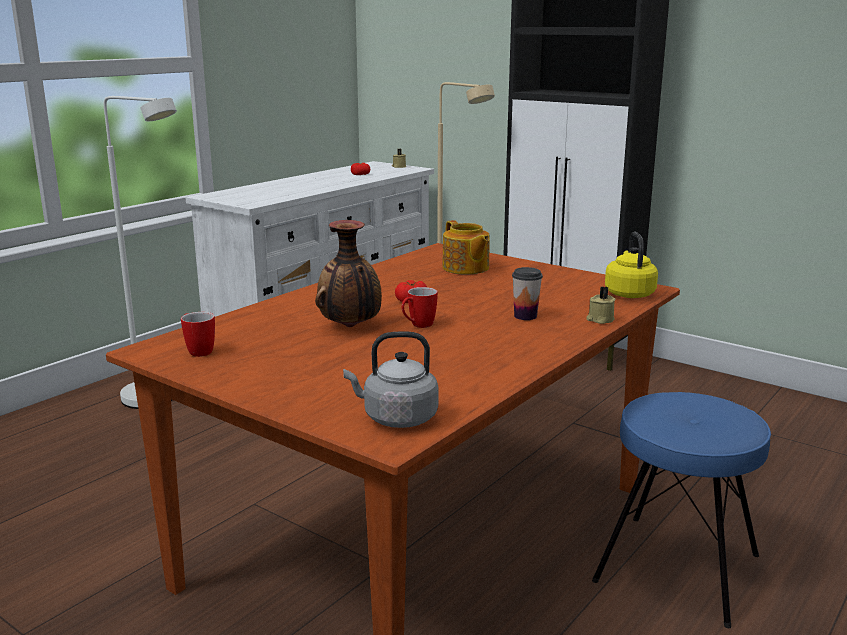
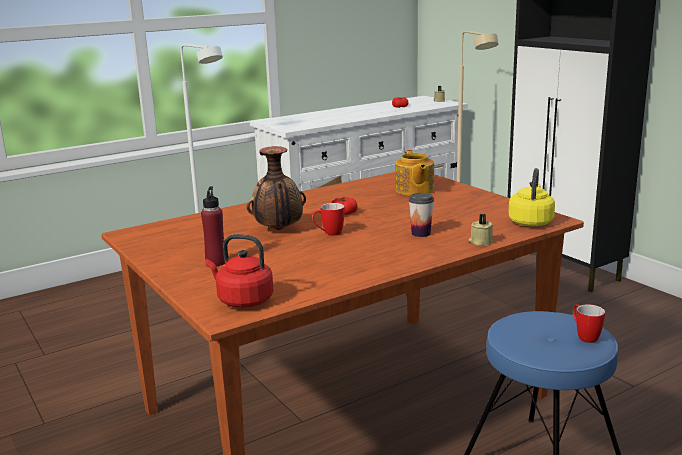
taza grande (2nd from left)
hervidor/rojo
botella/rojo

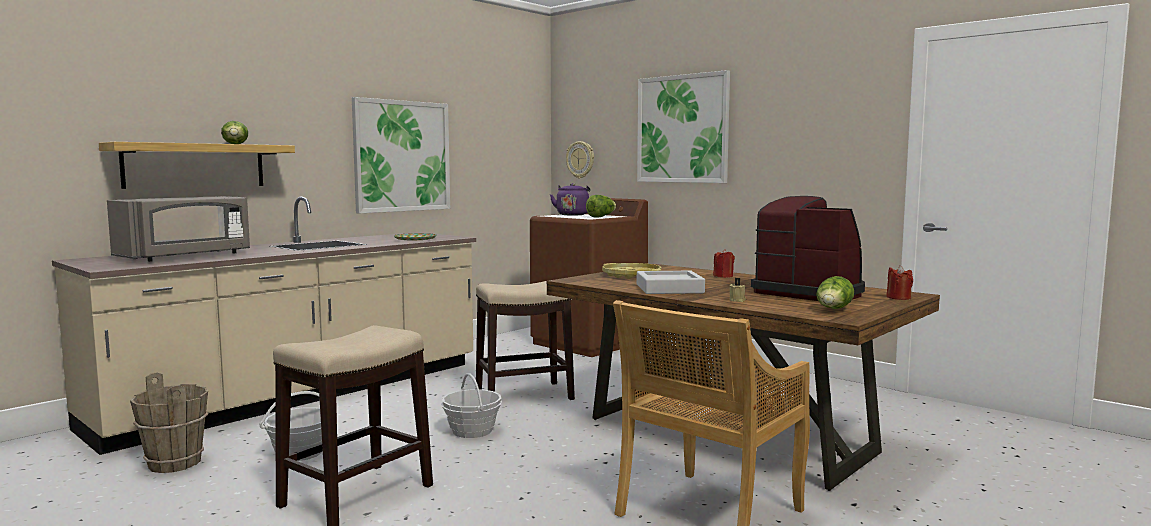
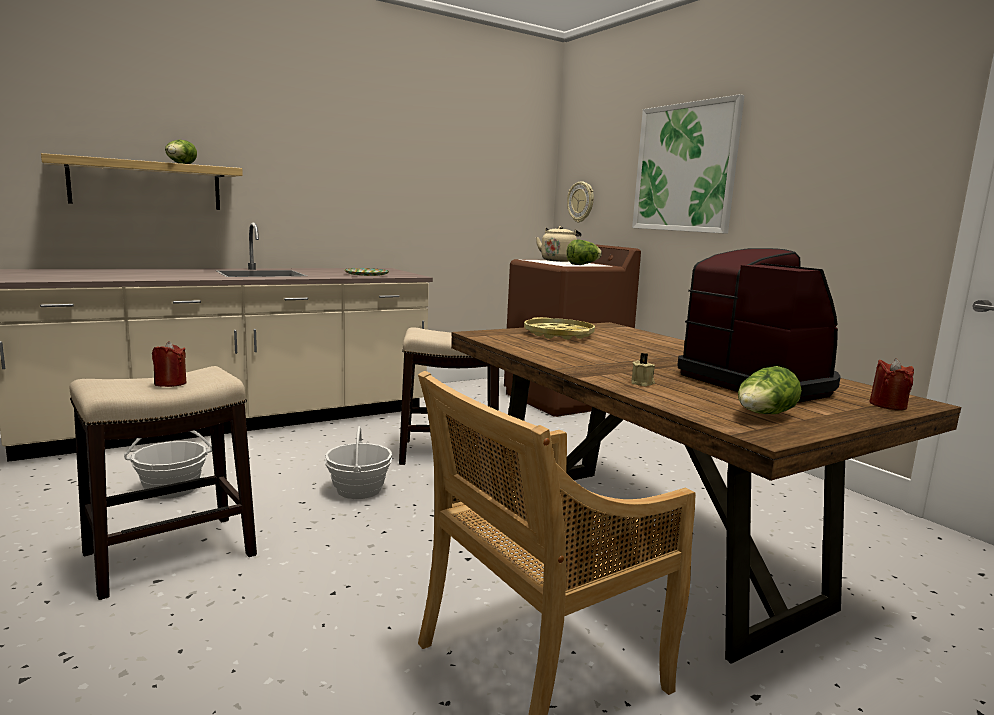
microondas/gris
cubo/marrón
cuadro (1st from left in the first image)
hervidor/beis
bandeja/gris
vela/rojo (1st from left)

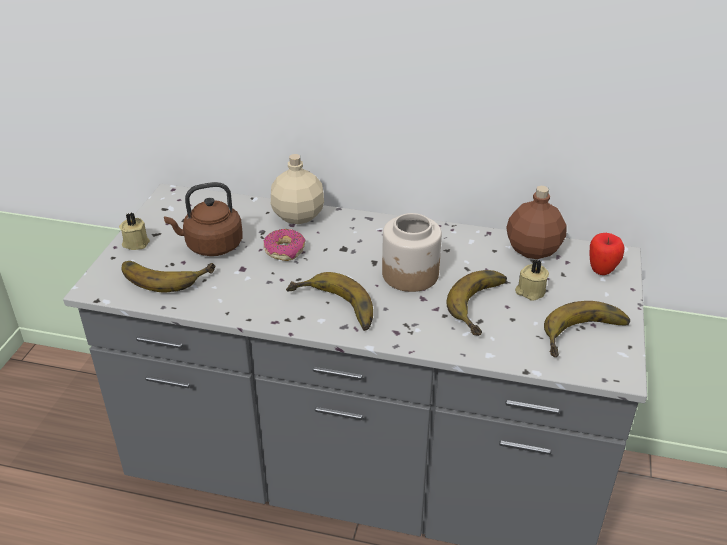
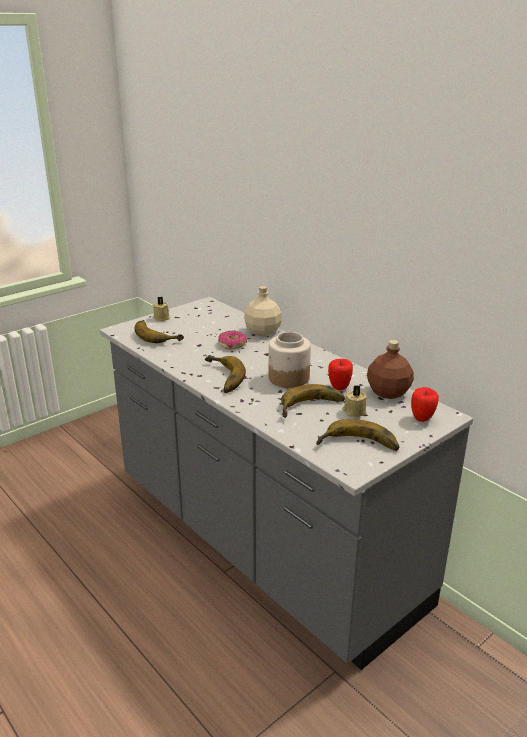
hervidor/marrón
manzana (1st from left)

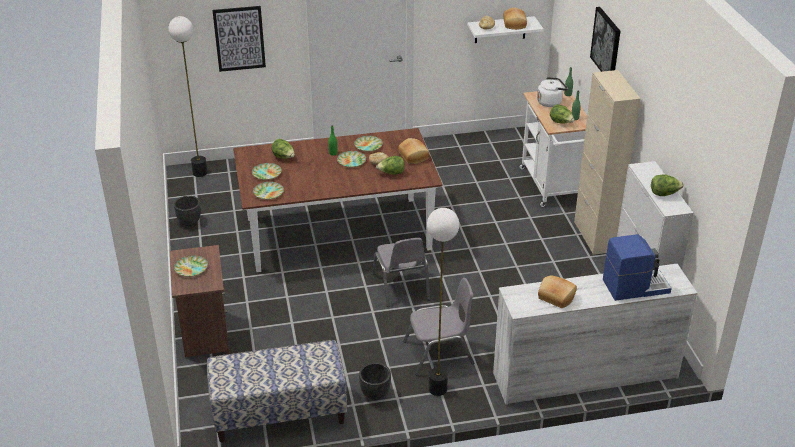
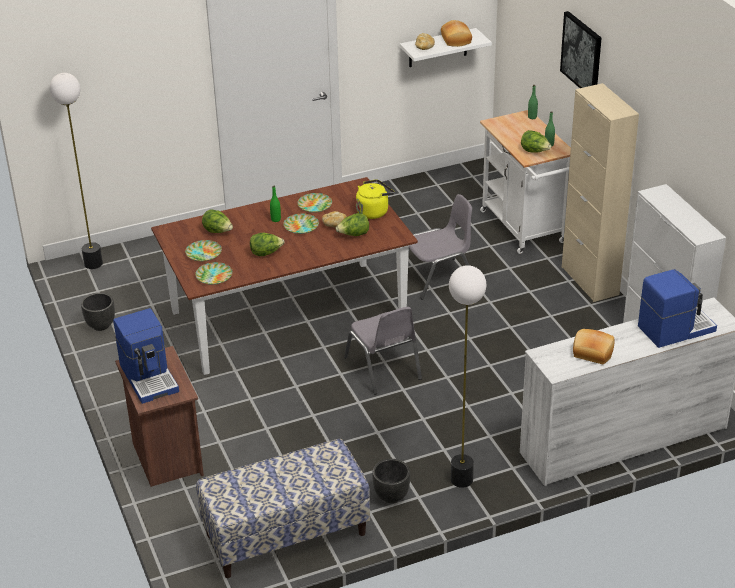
cafetera (1st from left)
cuadro (1st from left in the first image)
hervidor/amarillo
silla/gris (2nd from left)
hervidor/blanco
lechuga (2nd from left)

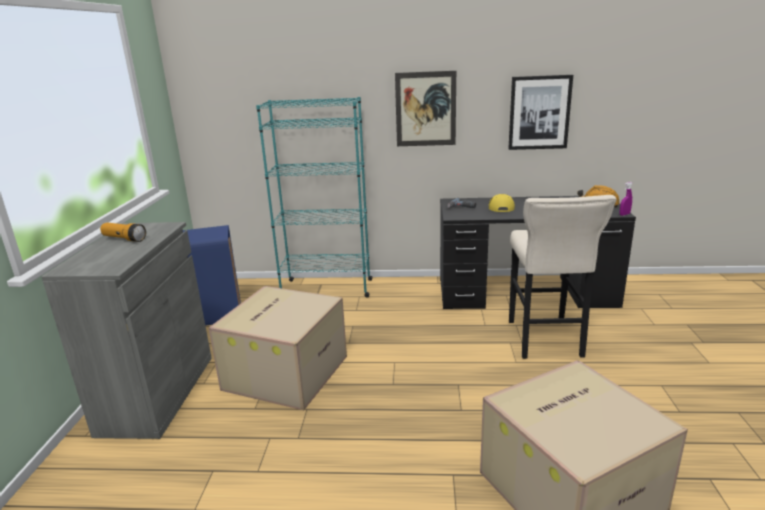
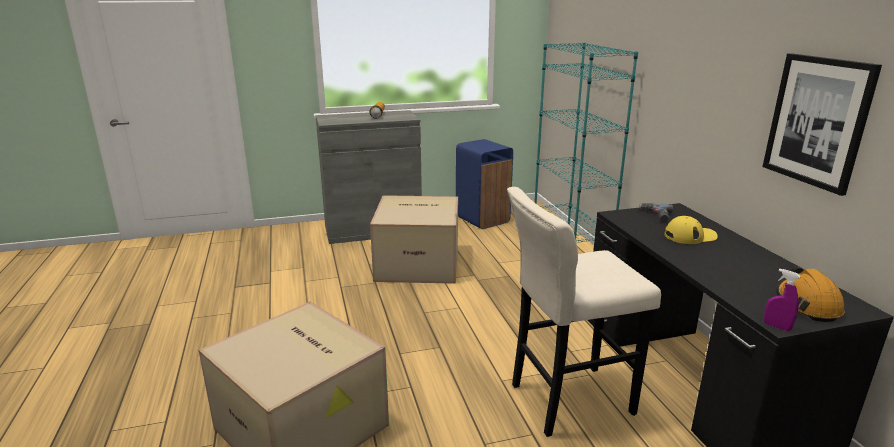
cuadro (1st from left in the first image)

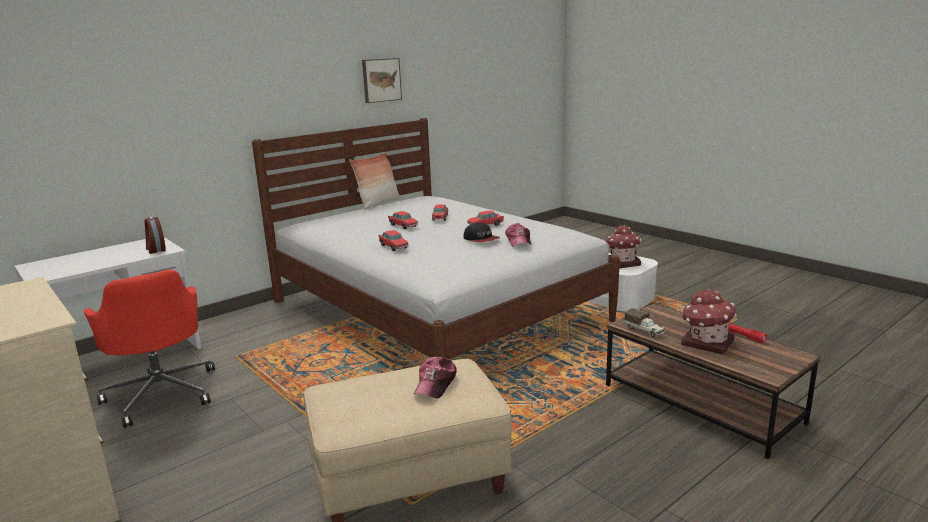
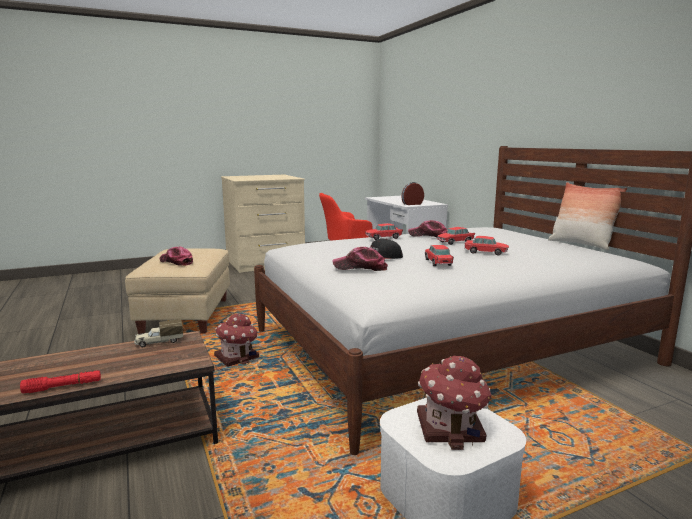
cuadro
casita (1st from left)
gorra (4th from left)

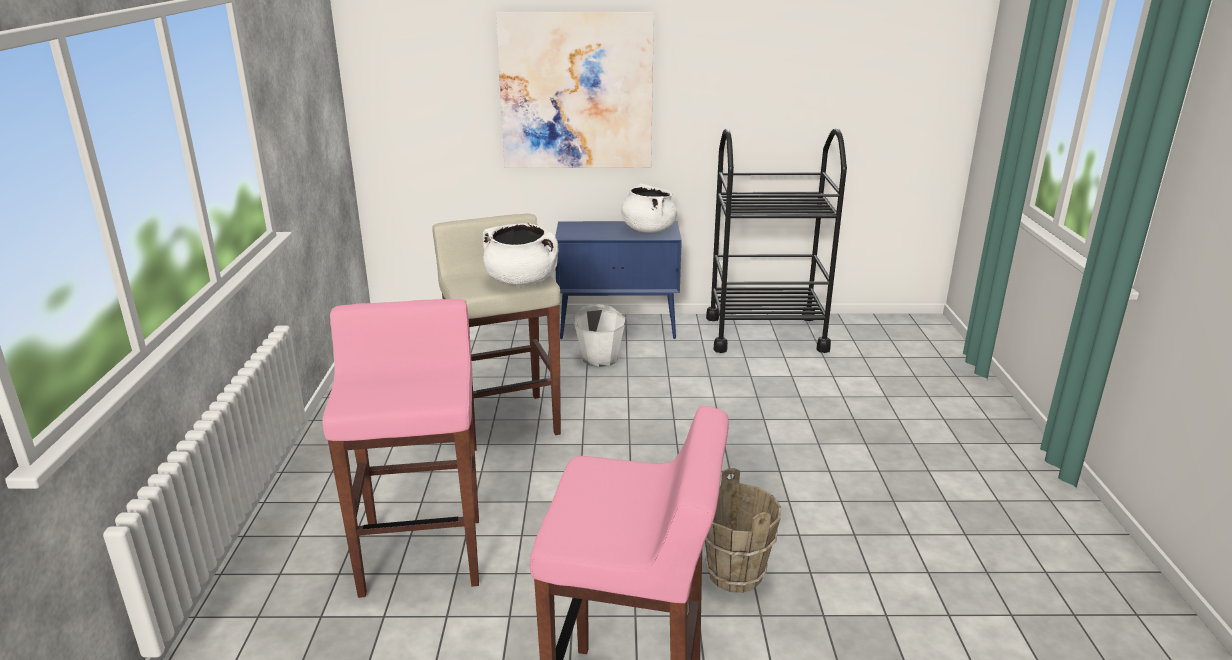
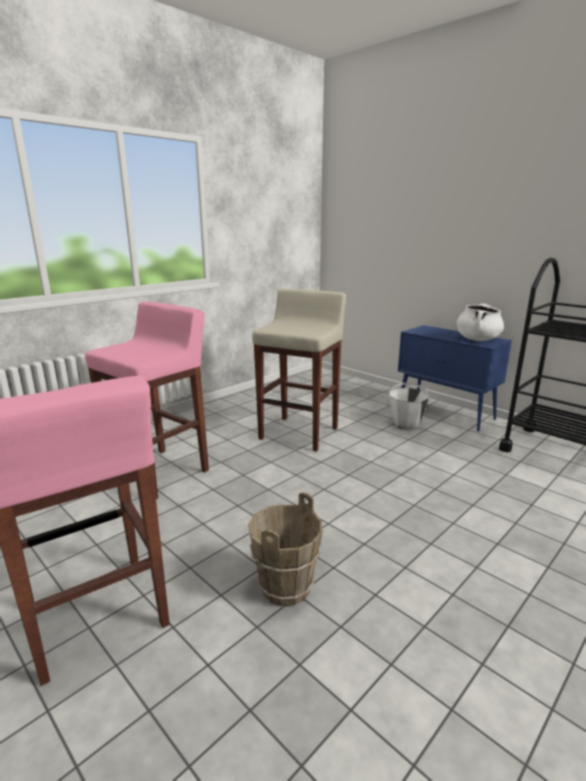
olla/blanco (1st from left in the first image)
cuadro

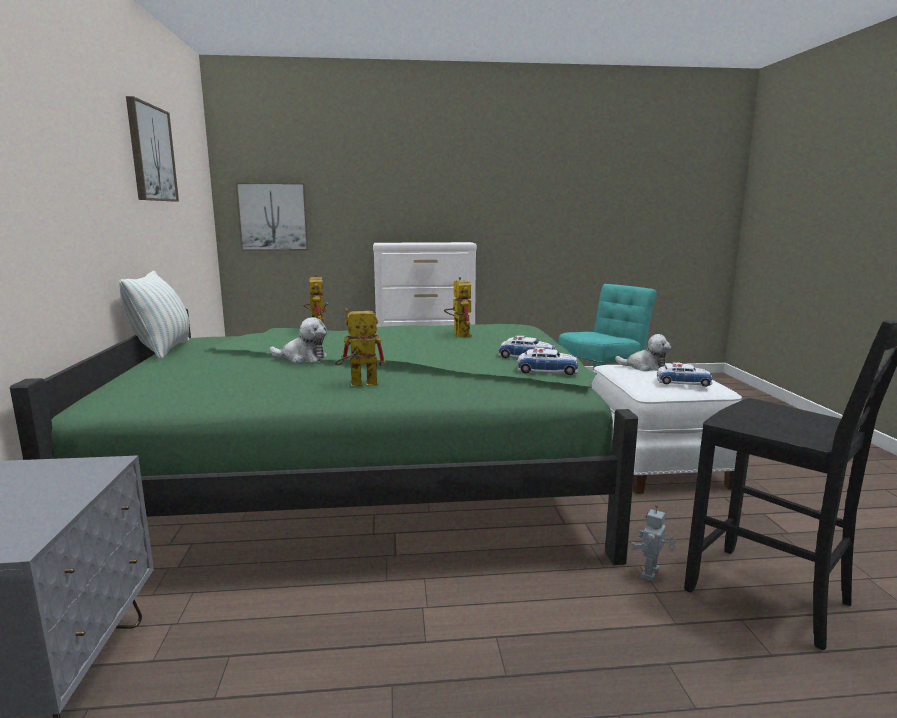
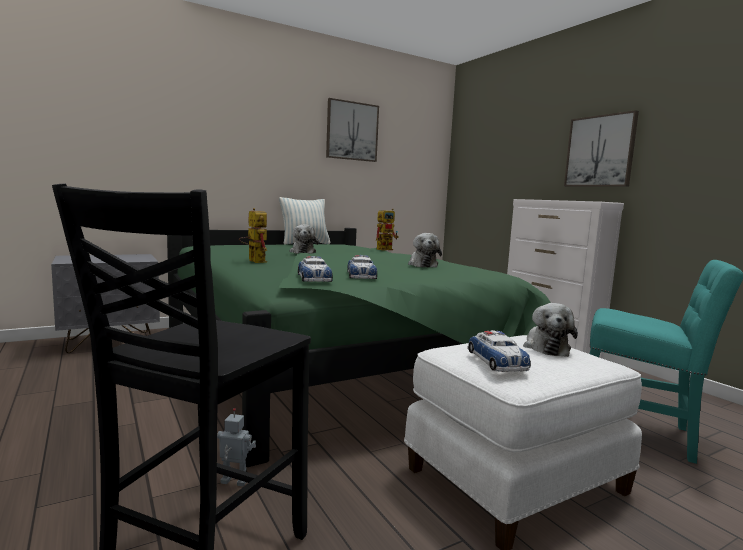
cuadro (2nd from left)
peluche (2nd from left)

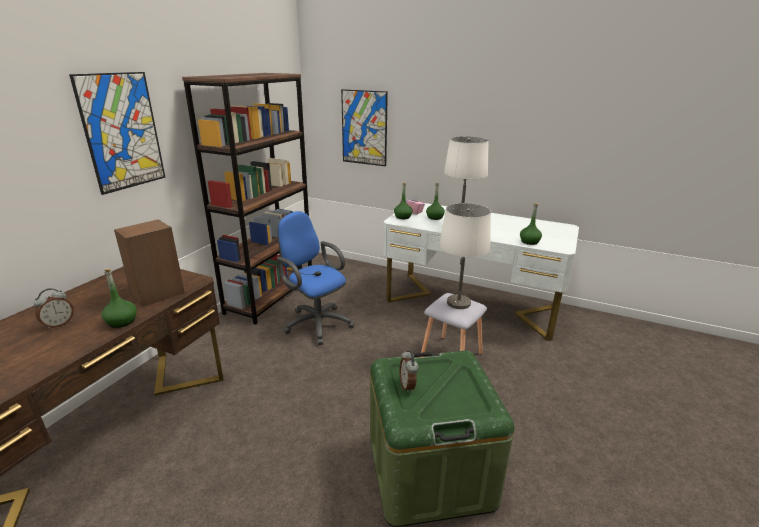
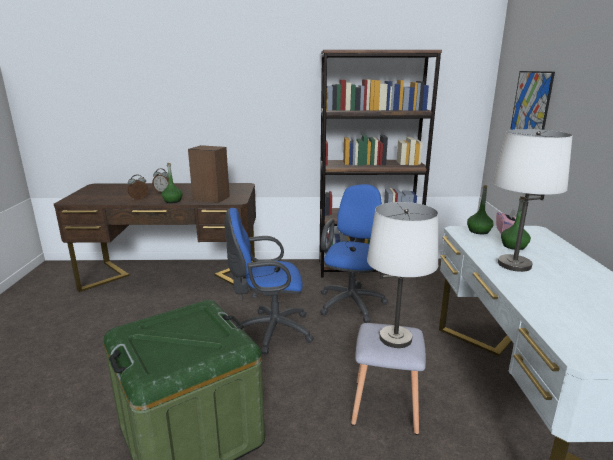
cuadro (1st from left in the first image)
despertador (1st from left)
botella/verde (4th from left in the first image)
silla de oficina/azul (1st from left)

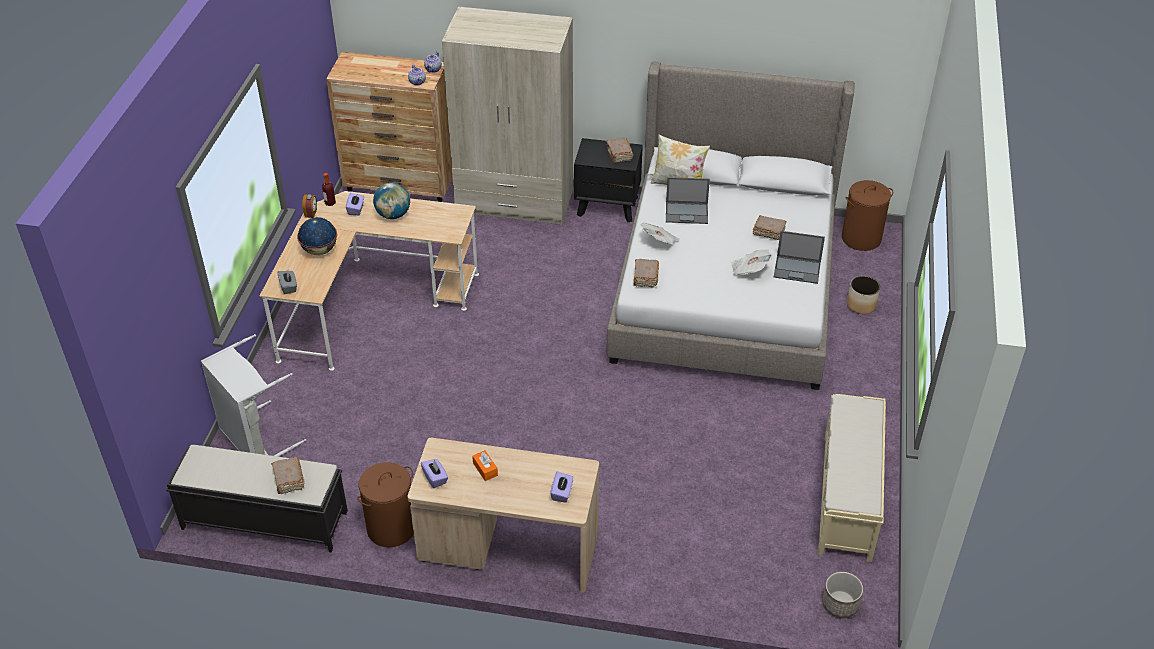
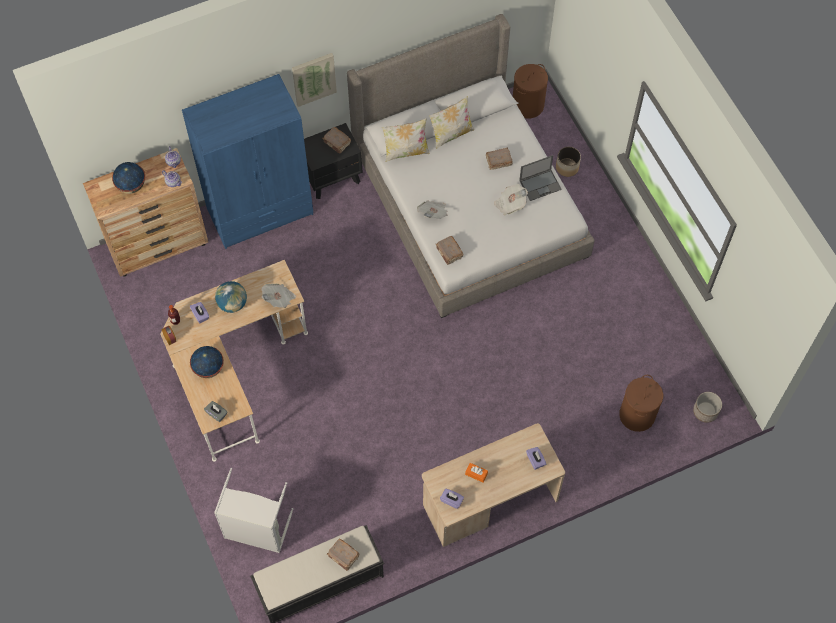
cesto de la ropa/marrón (2nd from left)
armario ropero/azul
portátil (1st from left in the first image)
banco/beis
globo terráqueo (1st from left)
periódico (1st from left)
cuadro
cojín (2nd from left)

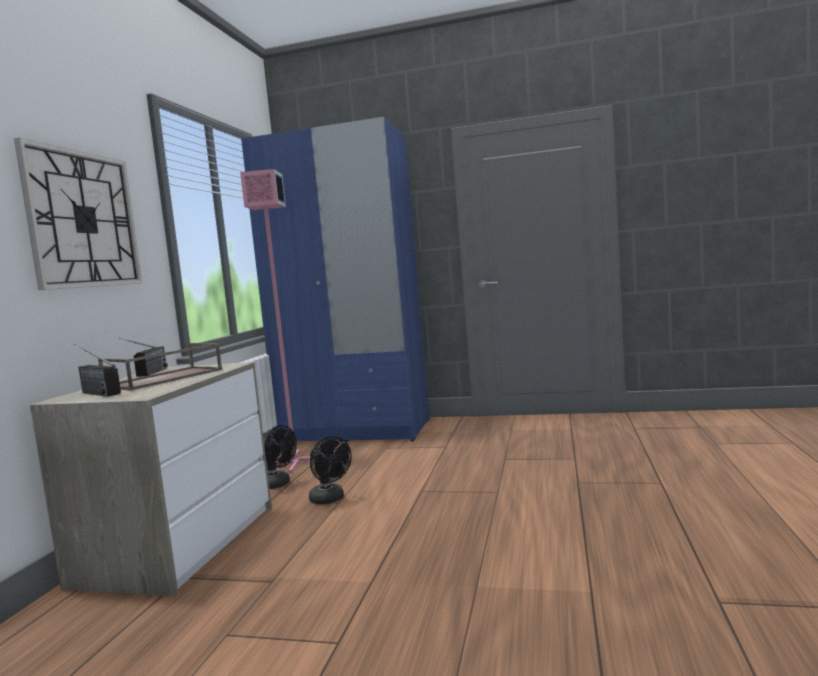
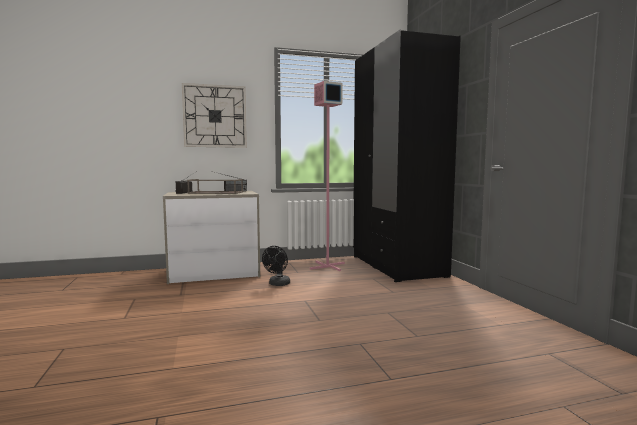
armario ropero/negro
ventilador/negro (1st from left in the first image)

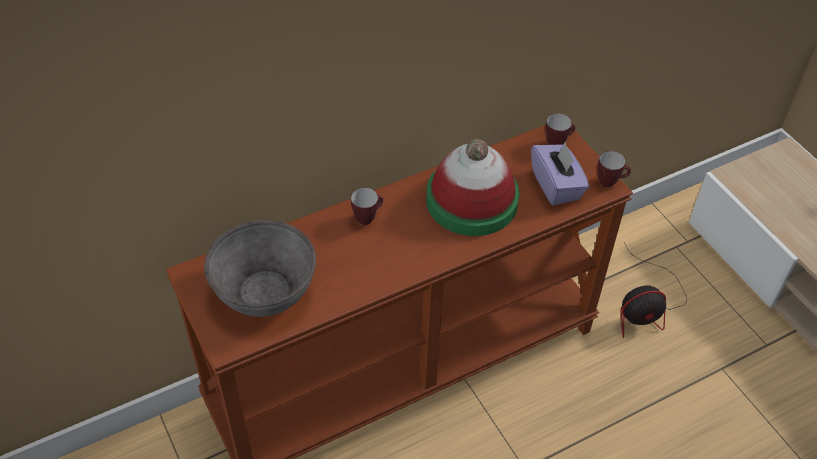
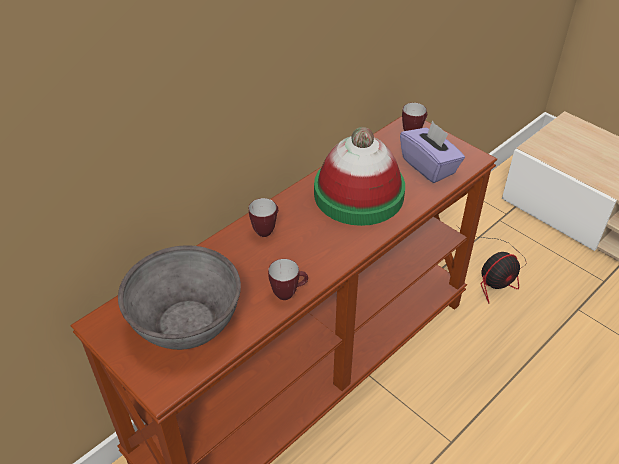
taza grande (2nd from left)

